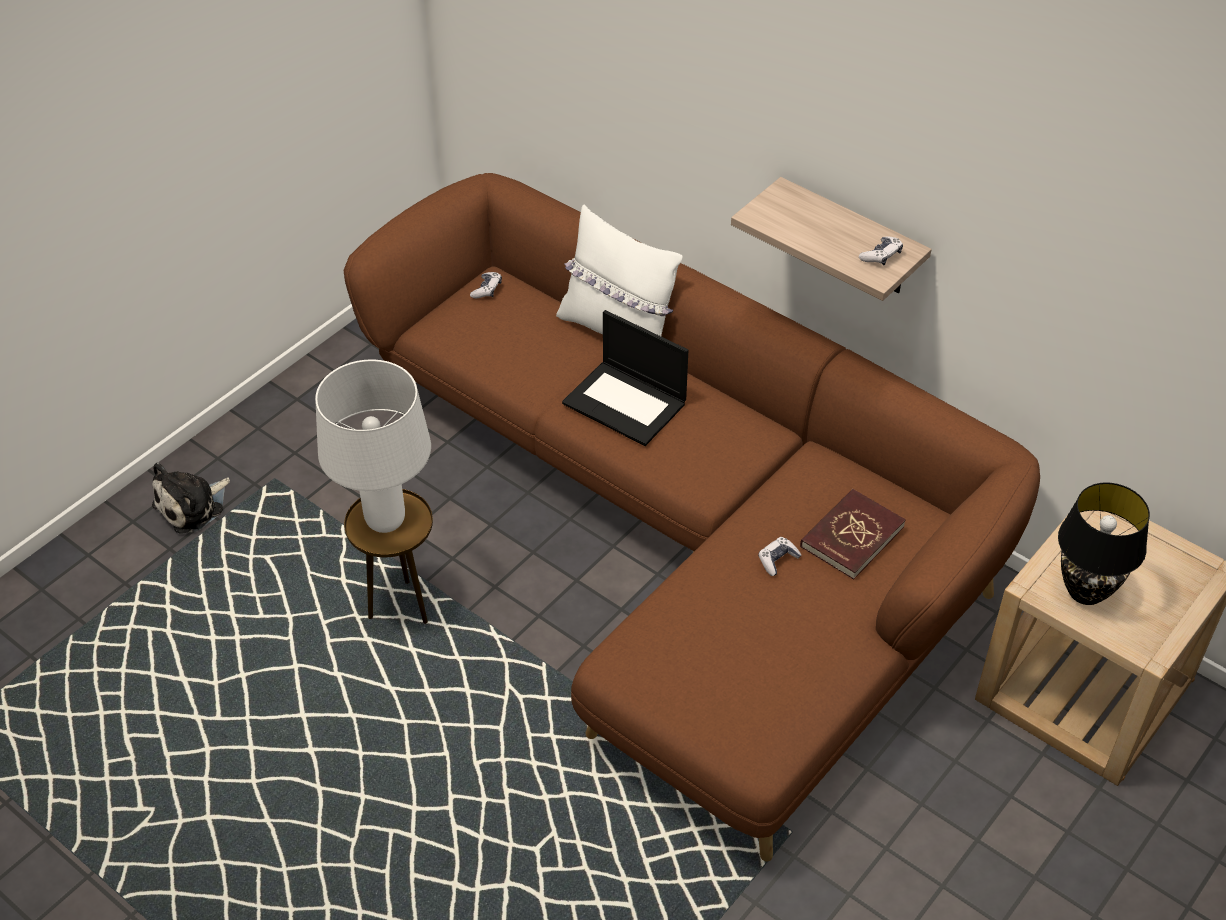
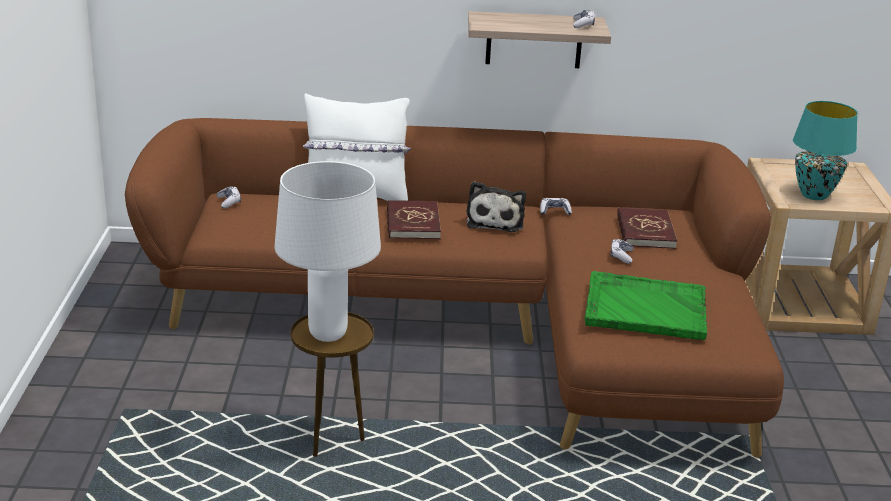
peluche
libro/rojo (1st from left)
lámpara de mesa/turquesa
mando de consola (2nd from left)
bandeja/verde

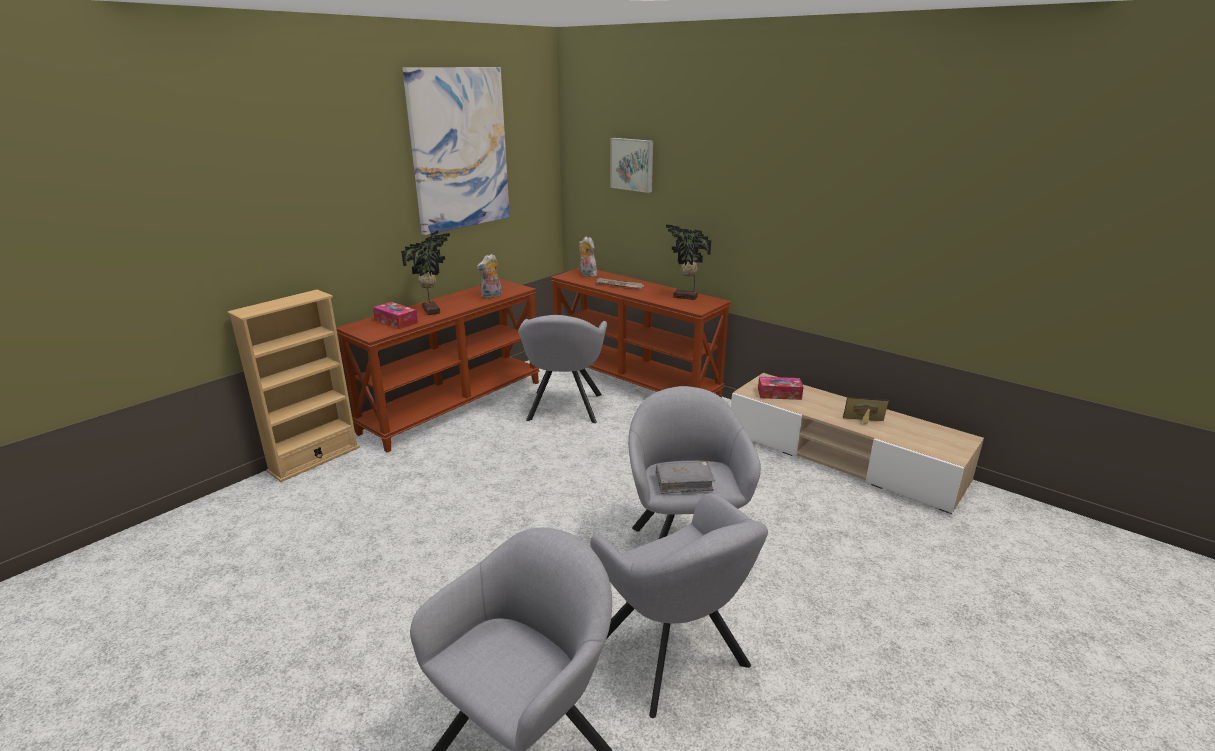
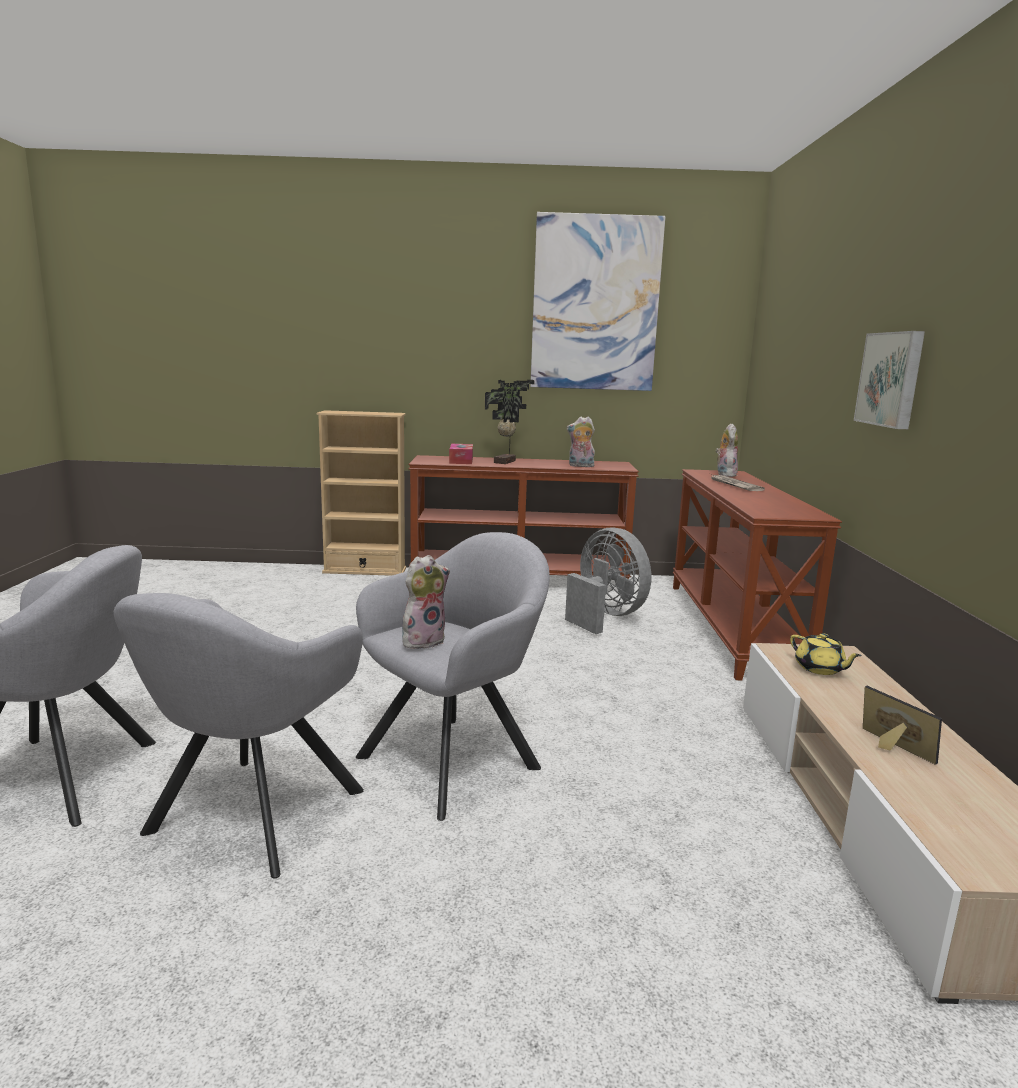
ventilador/gris
cuadro (2nd from left)
peluche (1st from left)
planta en maceta (2nd from left in the first image)
tetera/amarillo

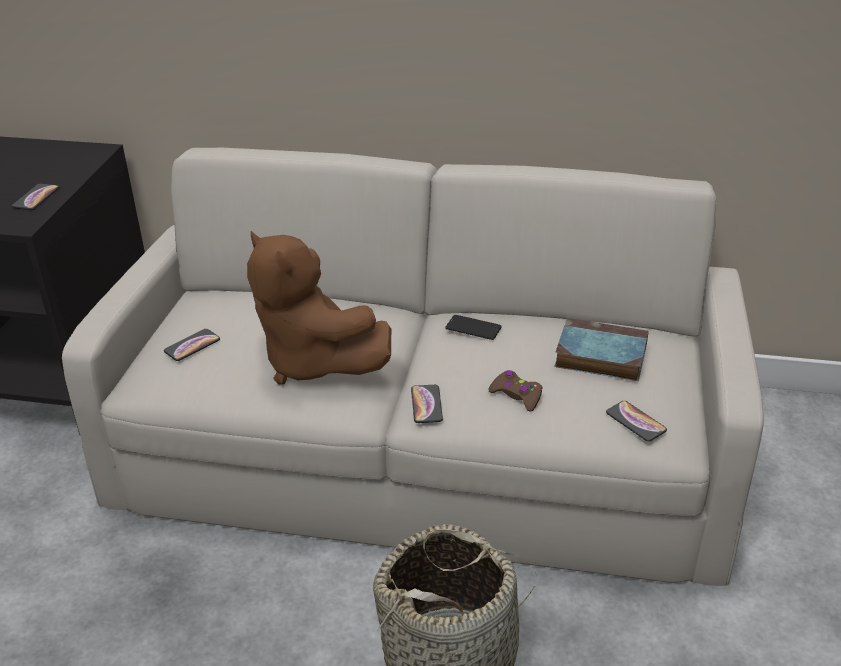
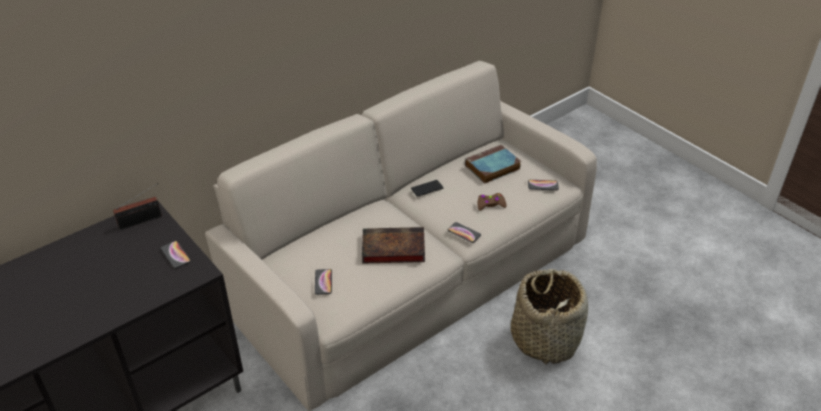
libro (1st from left)
radio

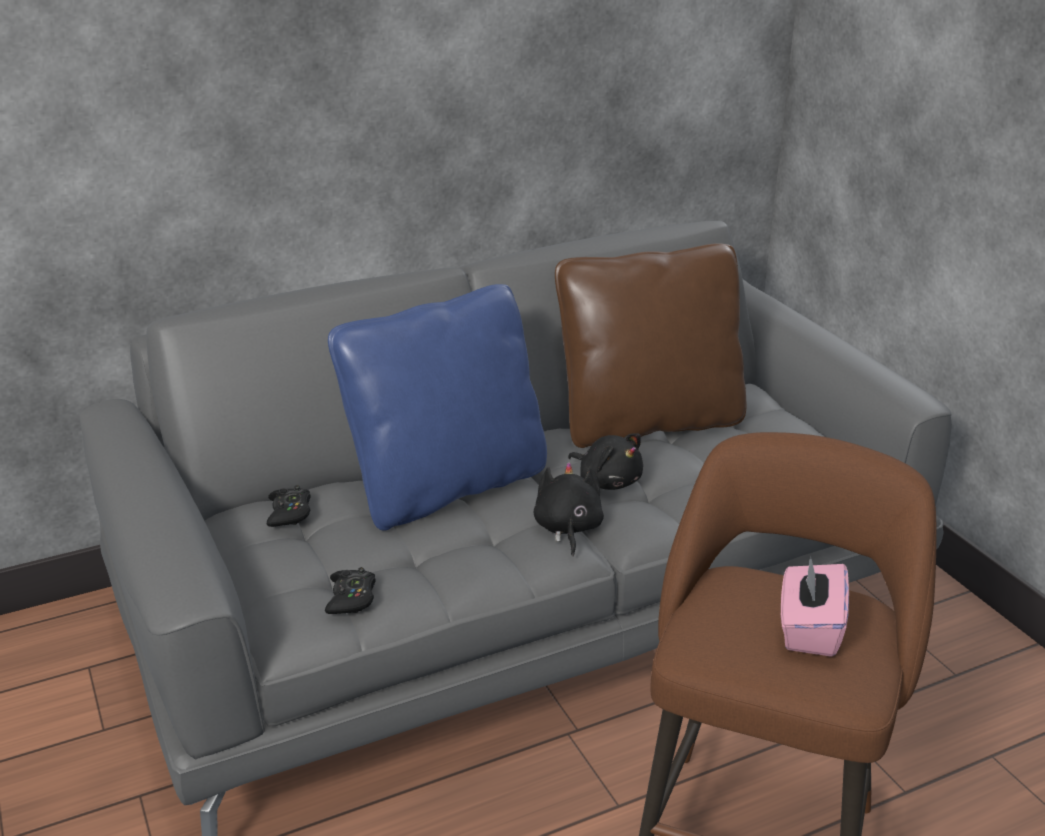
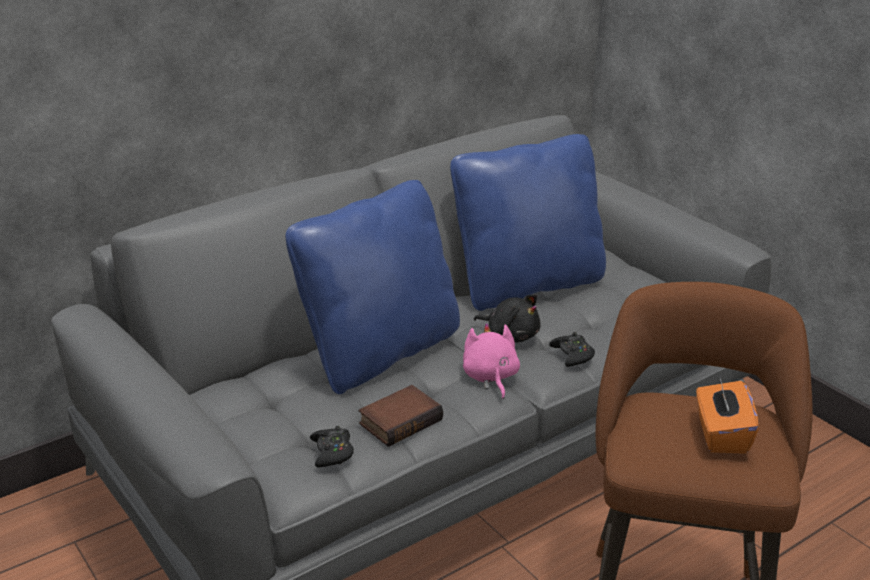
mando de consola/negro (2nd from left)
peluche/rosa
cojín/azul (2nd from left)
caja de pañuelos/naranja
libro

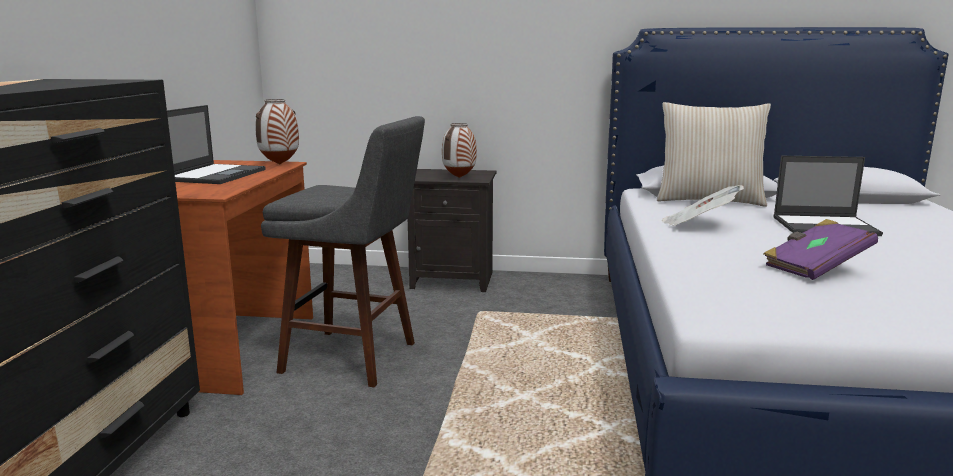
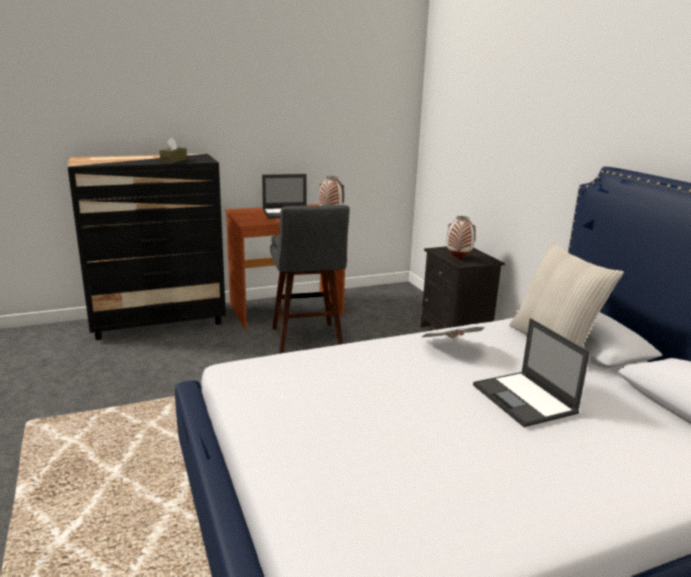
libro/morado
caja de pañuelos/marrón

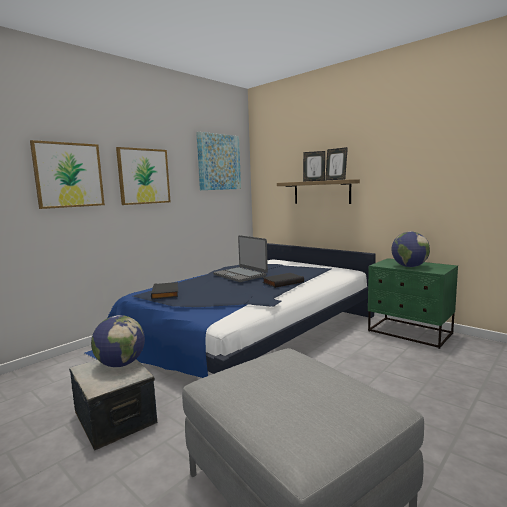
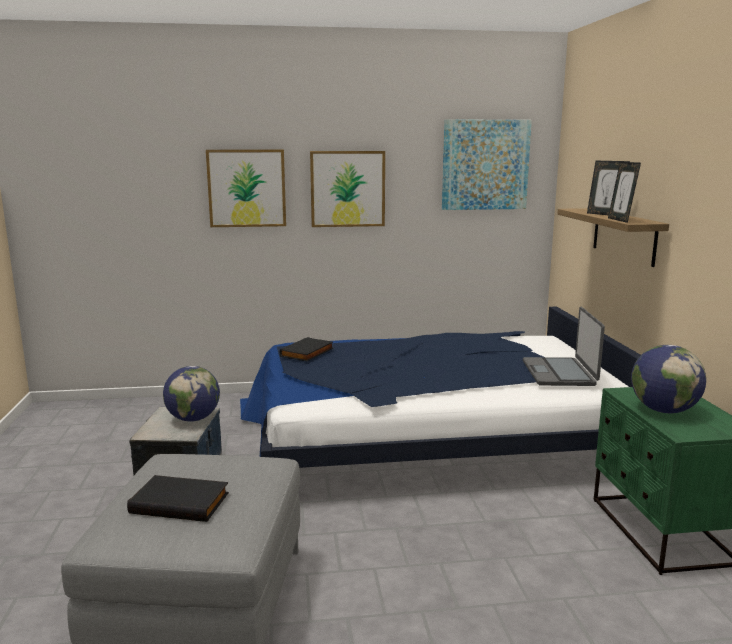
portátil
libro/negro (1st from left)

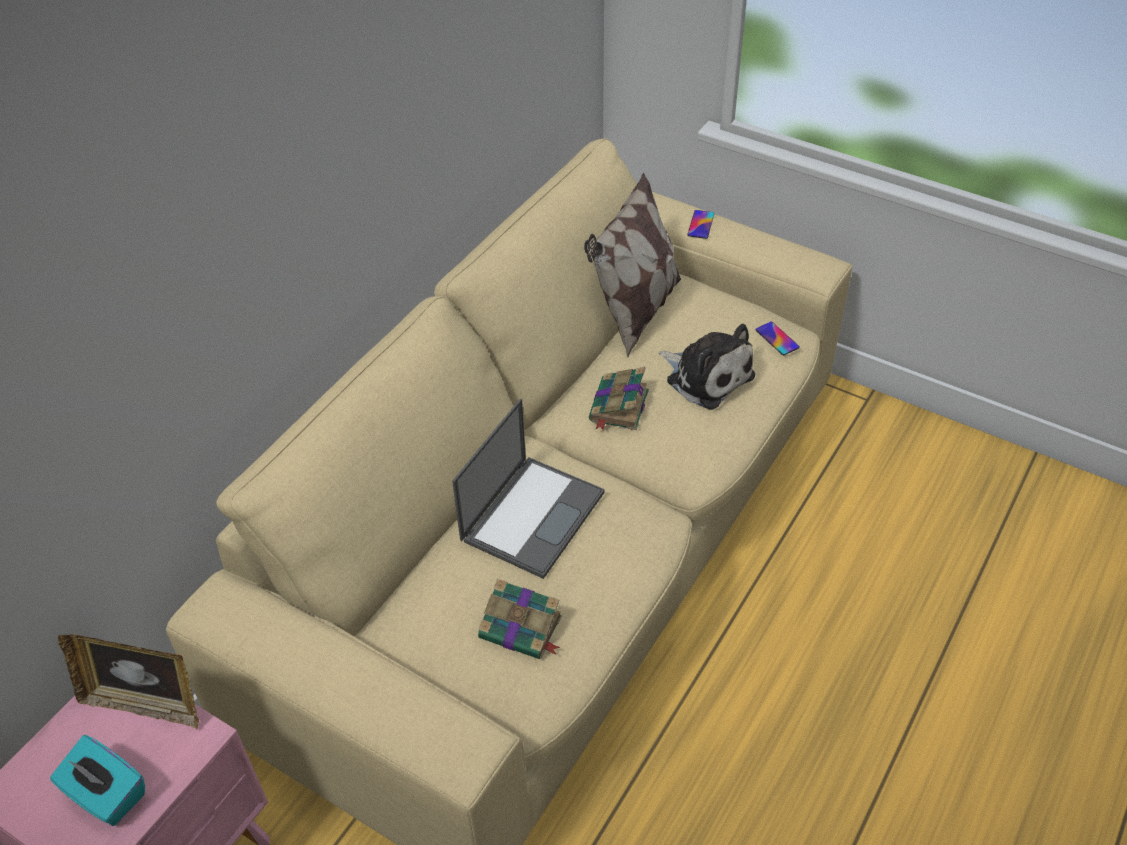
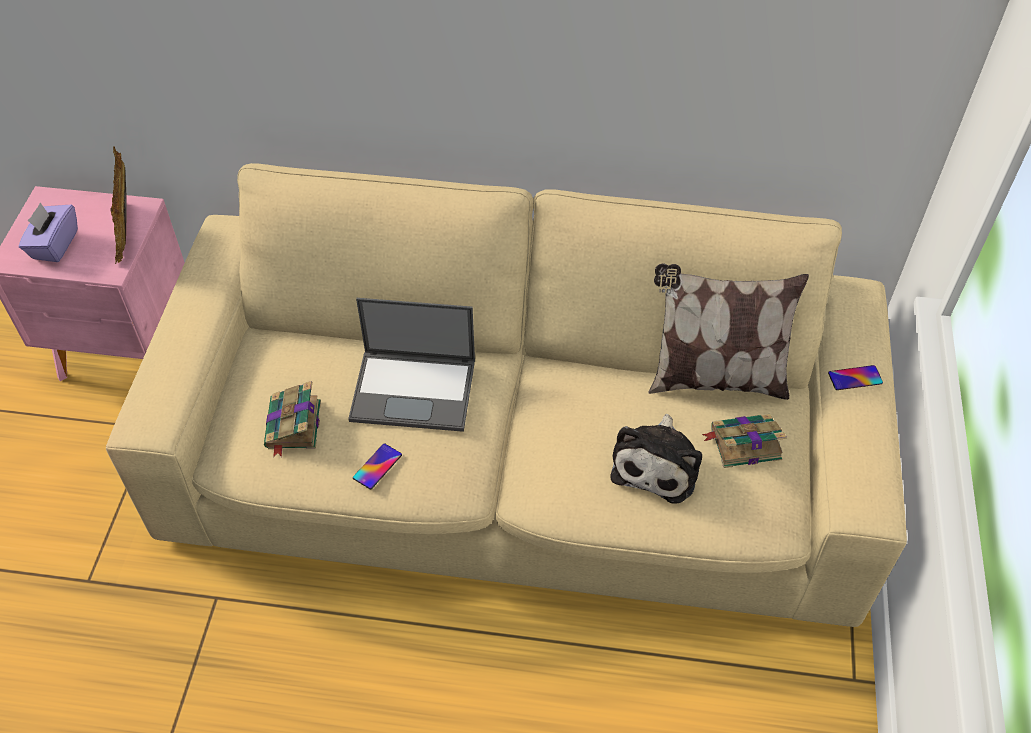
caja de pañuelos/morado
libro (2nd from left)
móvil (1st from left)

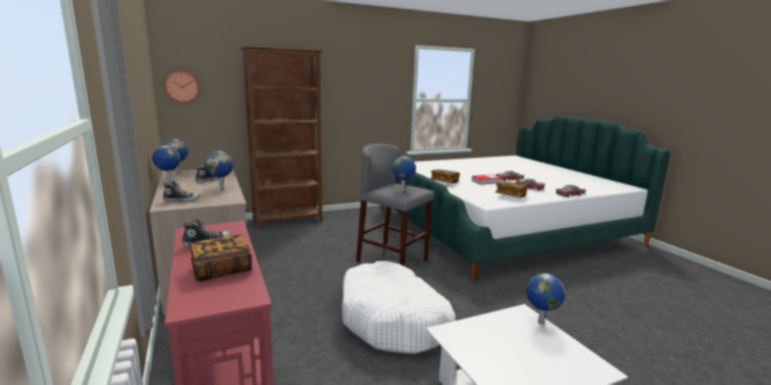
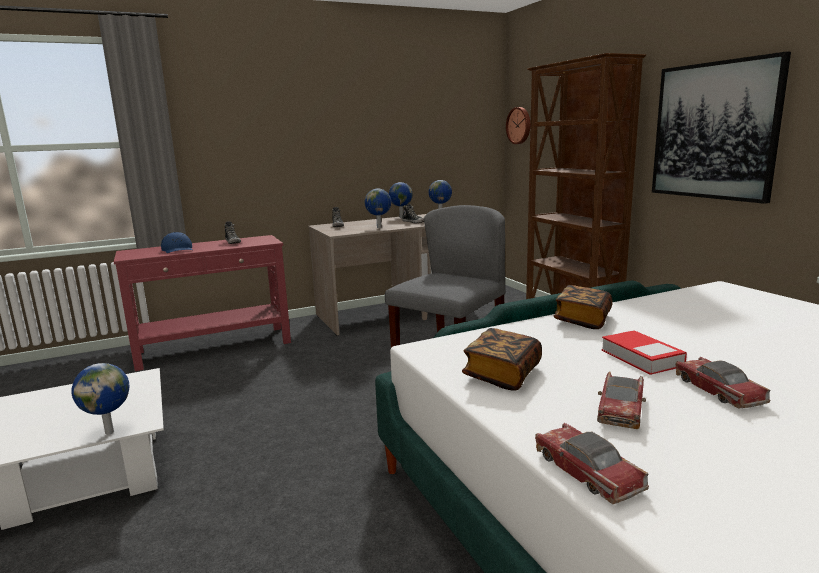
gorra/azul
cama para perro/blanco
globo terráqueo (4th from left in the first image)
cuadro

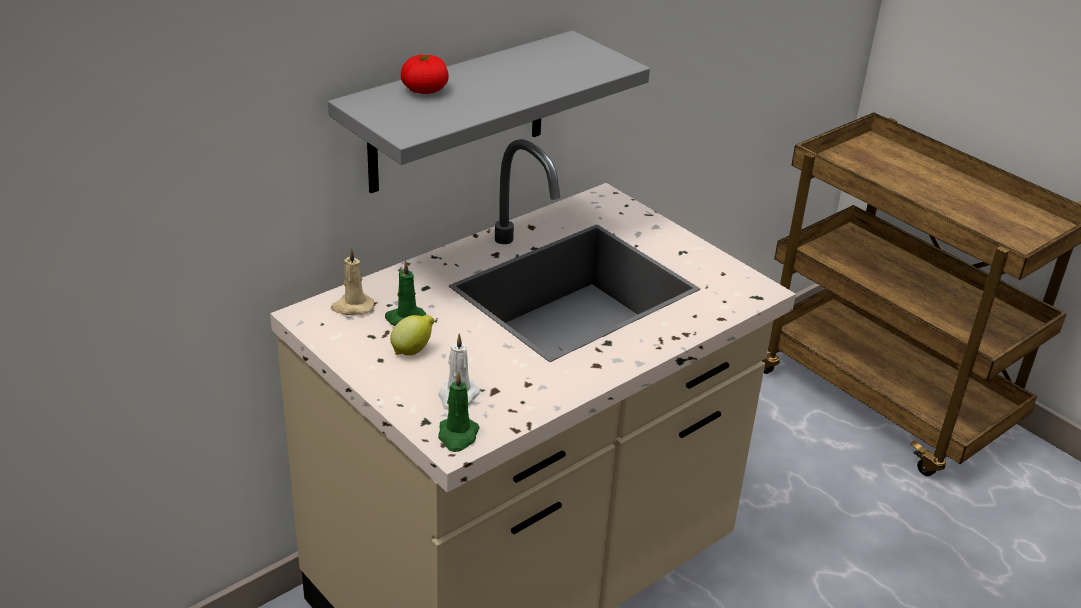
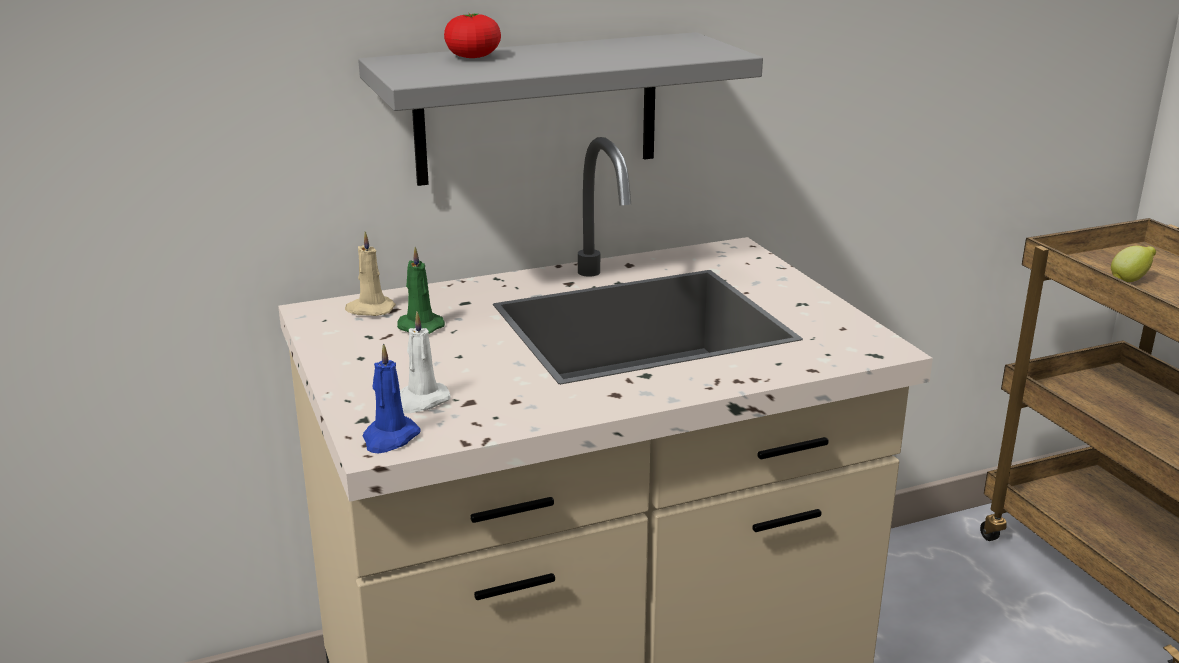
limón
vela/azul

